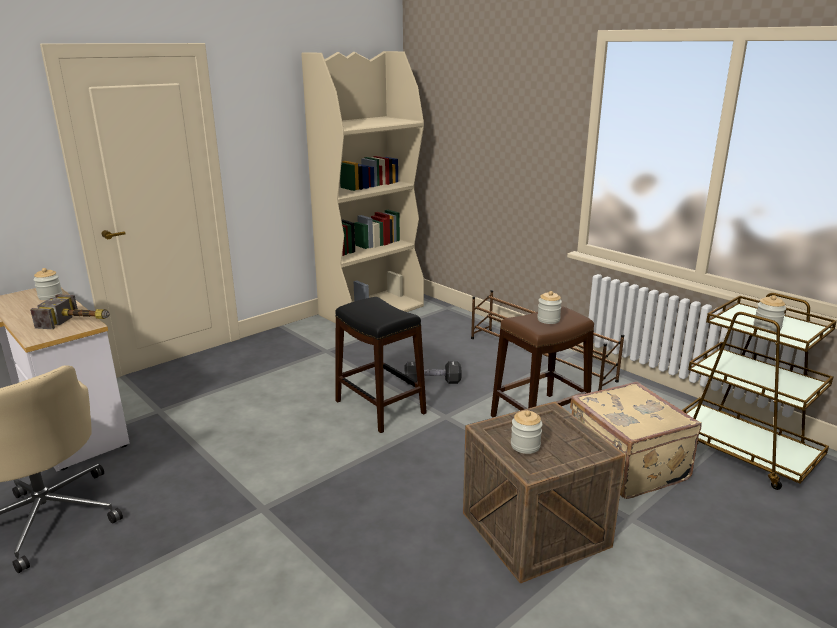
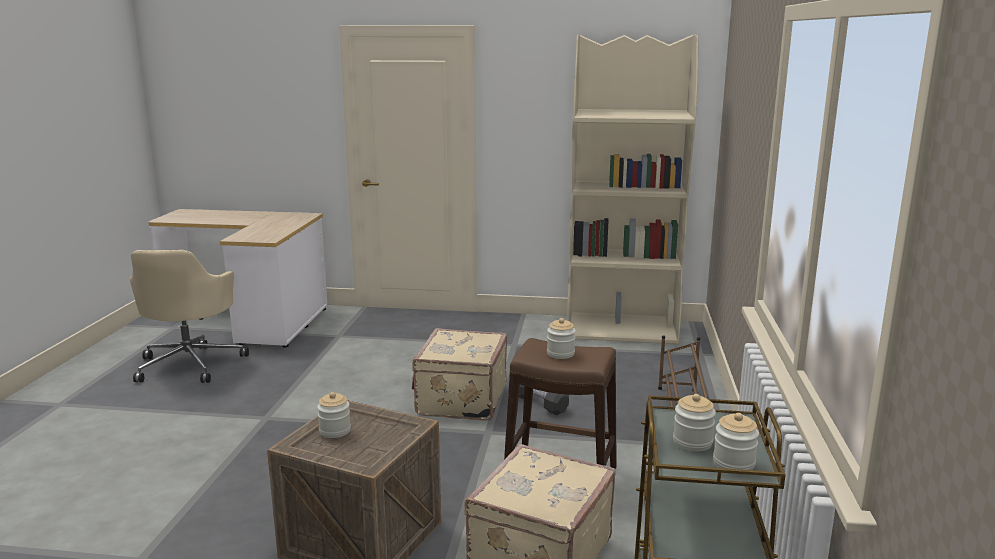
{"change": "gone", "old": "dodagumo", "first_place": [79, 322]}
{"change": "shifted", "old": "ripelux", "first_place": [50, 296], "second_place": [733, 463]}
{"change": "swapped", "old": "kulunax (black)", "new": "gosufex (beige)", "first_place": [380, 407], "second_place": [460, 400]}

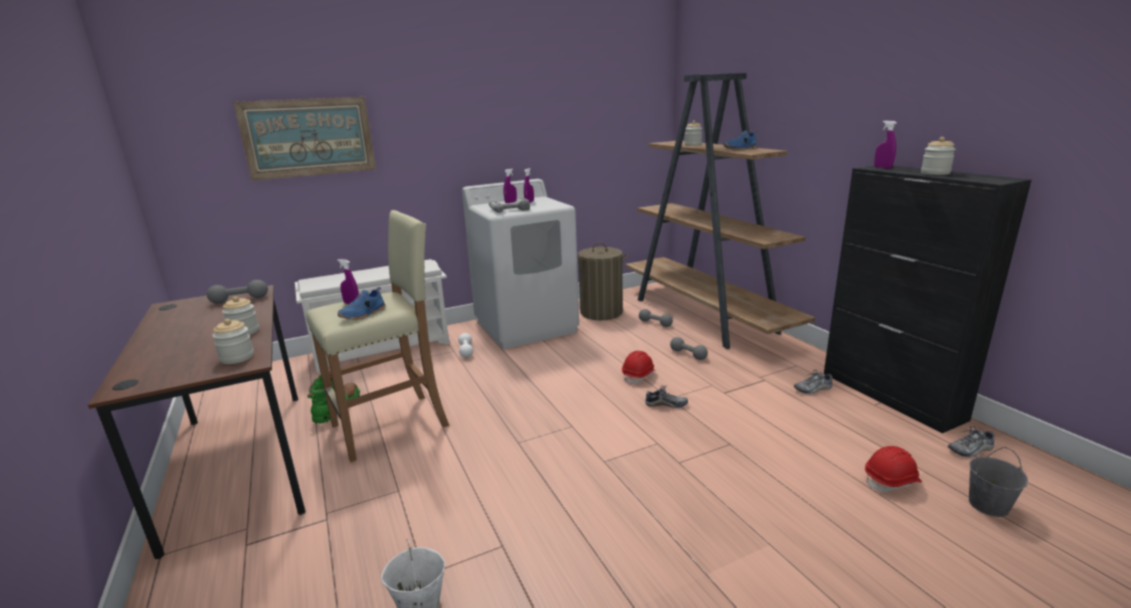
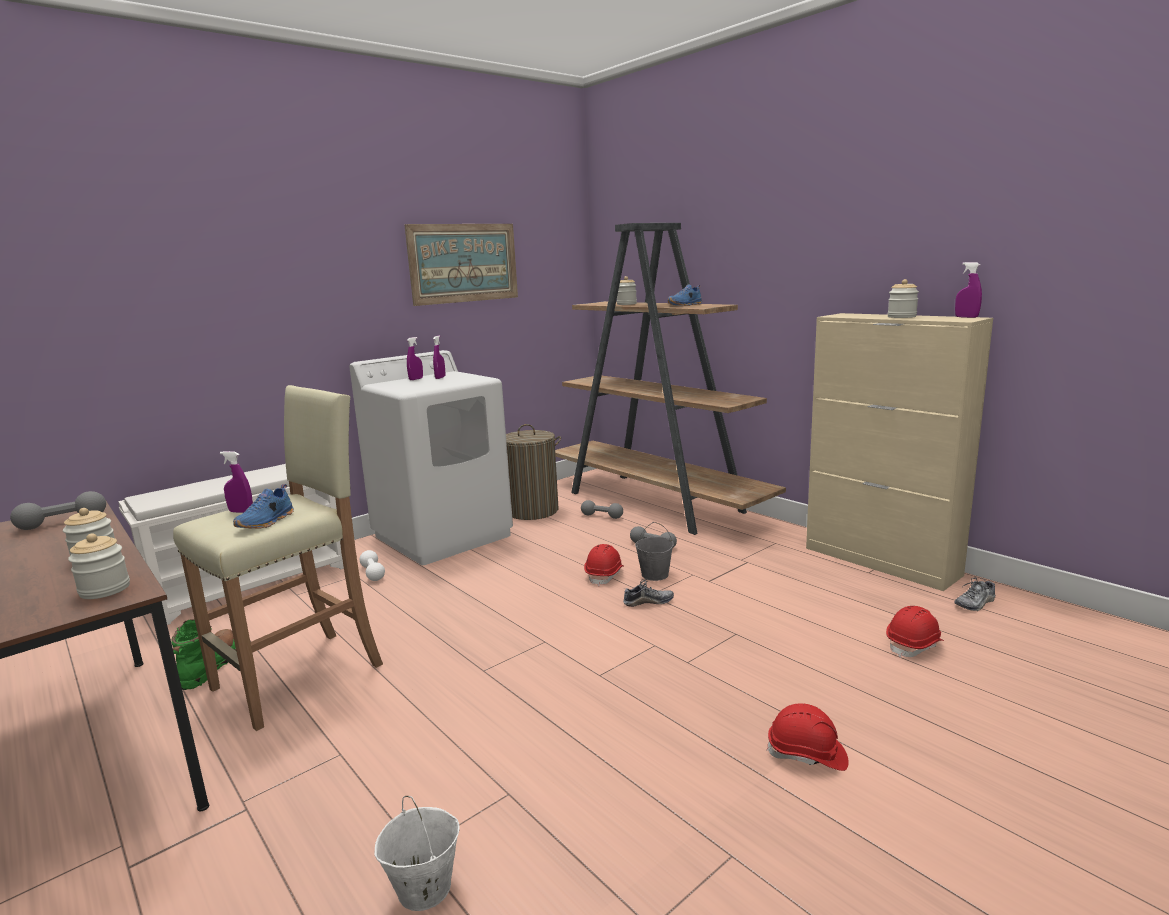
{"change": "shifted", "old": "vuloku", "first_place": [309, 137], "second_place": [464, 263]}
{"change": "gone", "old": "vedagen", "first_place": [508, 209]}
{"change": "gone", "old": "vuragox", "first_place": [813, 389]}
{"change": "repainted", "old": "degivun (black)", "new": "degivun (beige)", "first_place": [891, 396], "second_place": [881, 561]}
{"change": "shifted", "old": "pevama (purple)", "first_place": [882, 168], "second_place": [966, 317]}
{"change": "shifted", "old": "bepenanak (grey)", "first_place": [987, 505], "second_place": [654, 574]}
{"change": "new", "new": "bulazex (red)", "second_place": [807, 755]}

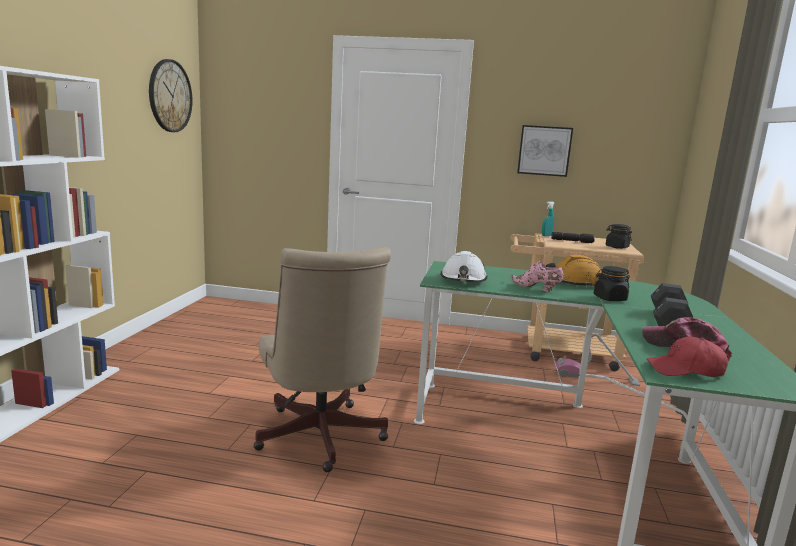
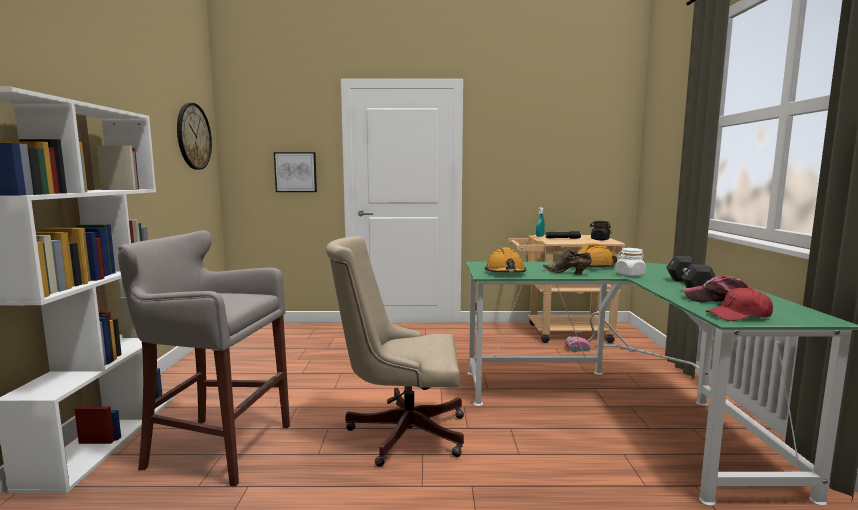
{"change": "rotated", "old": "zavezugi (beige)", "first_place": [320, 440], "second_place": [400, 432], "degrees": 120}
{"change": "repainted", "old": "bulazex (white)", "new": "bulazex (orange)", "first_place": [463, 280], "second_place": [505, 272]}
{"change": "repainted", "old": "vuragox (pink)", "new": "vuragox (brown)", "first_place": [536, 288], "second_place": [568, 273]}
{"change": "shifted", "old": "vuloku", "first_place": [544, 150], "second_place": [296, 172]}
{"change": "repainted", "old": "ripelux (black)", "new": "ripelux (white)", "first_place": [609, 298], "second_place": [629, 274]}
{"change": "new", "new": "kulunax (grey)", "second_place": [215, 447]}

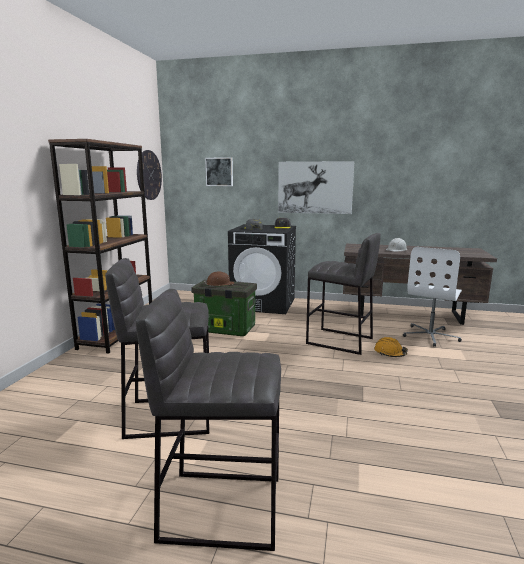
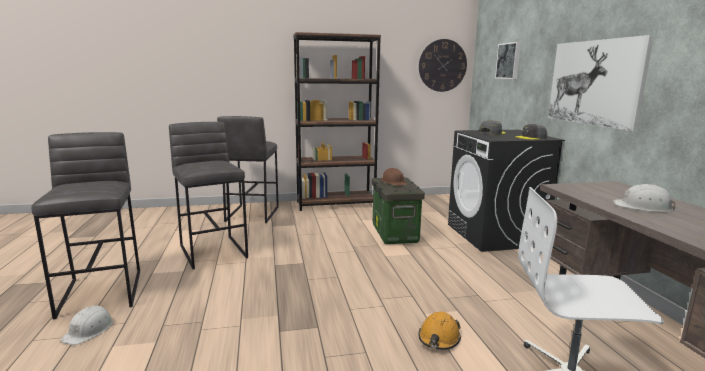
{"change": "shifted", "old": "kulunax (grey)", "first_place": [340, 341], "second_place": [252, 214]}
{"change": "new", "new": "bulazex (white)", "second_place": [89, 330]}

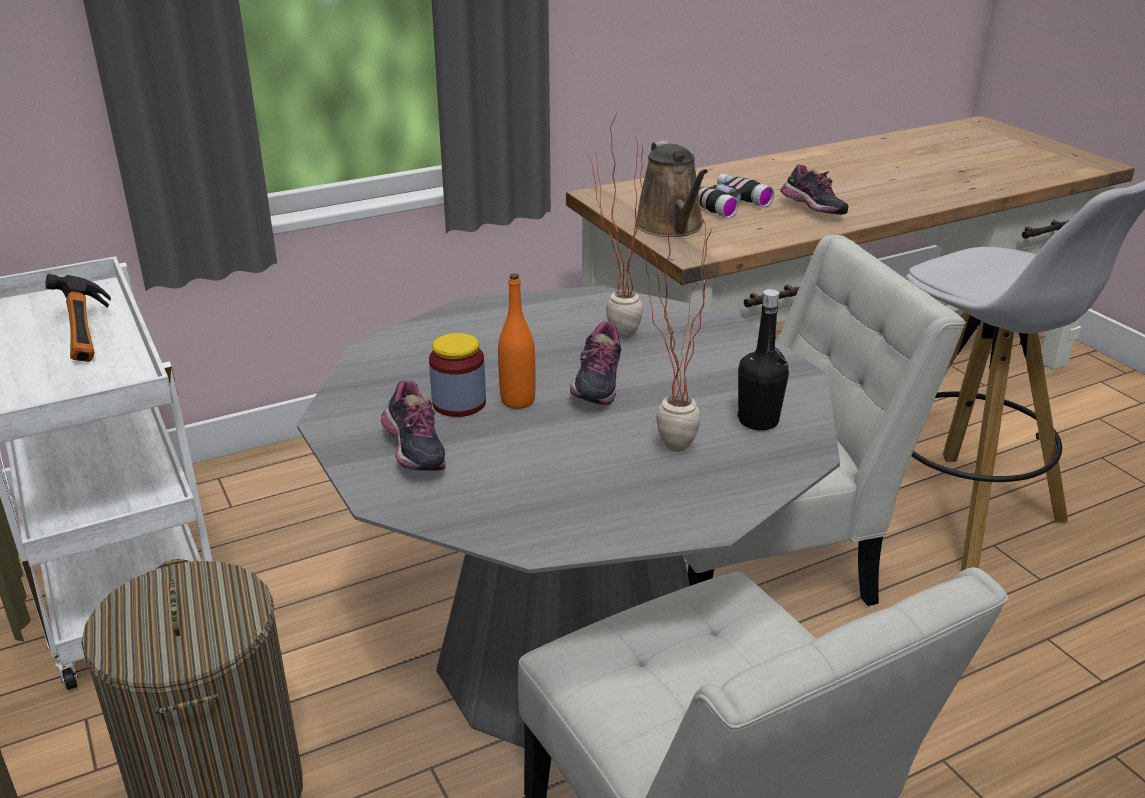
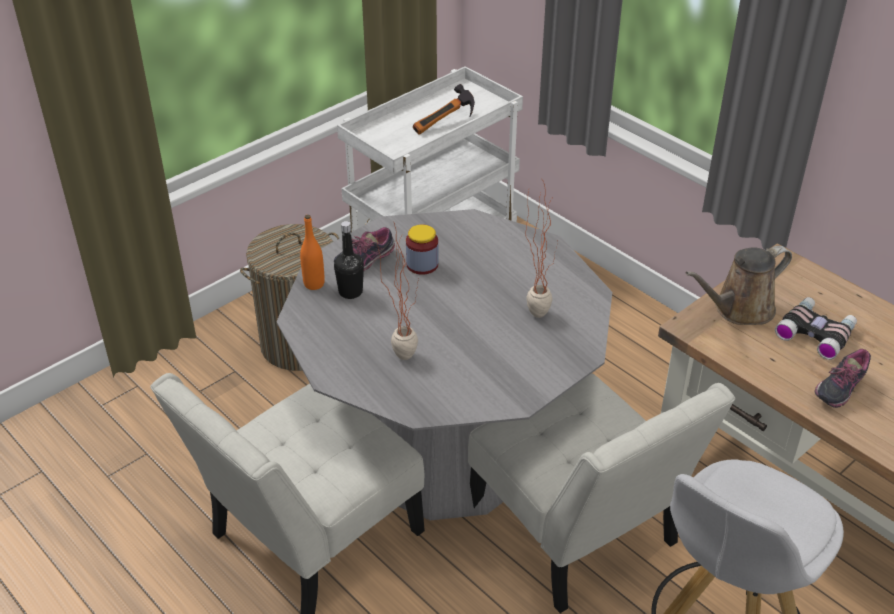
{"change": "shifted", "old": "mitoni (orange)", "first_place": [517, 401], "second_place": [314, 284]}
{"change": "gone", "old": "vuragox", "first_place": [594, 387]}
{"change": "shifted", "old": "mitoni (black)", "first_place": [758, 421], "second_place": [350, 292]}

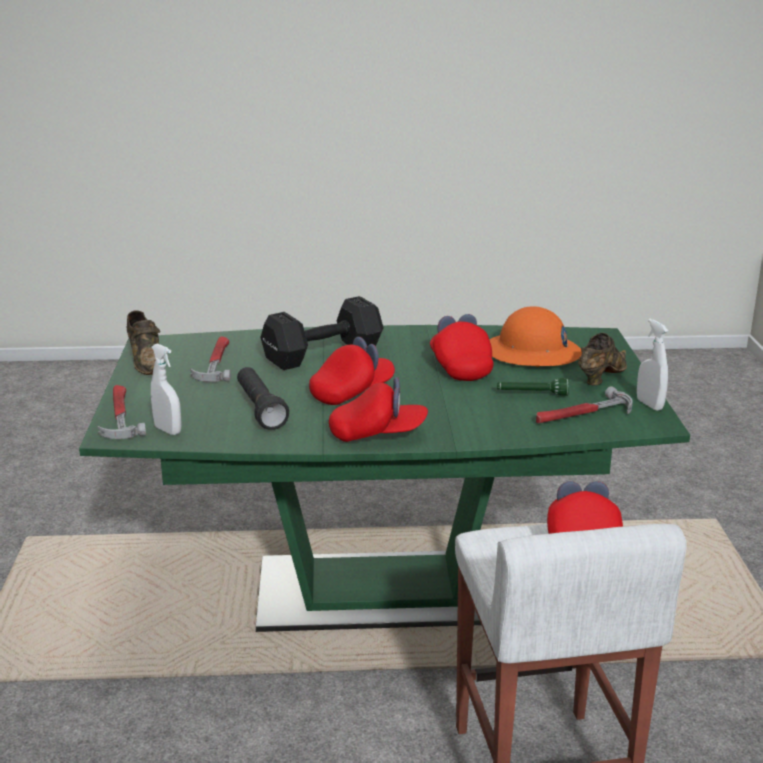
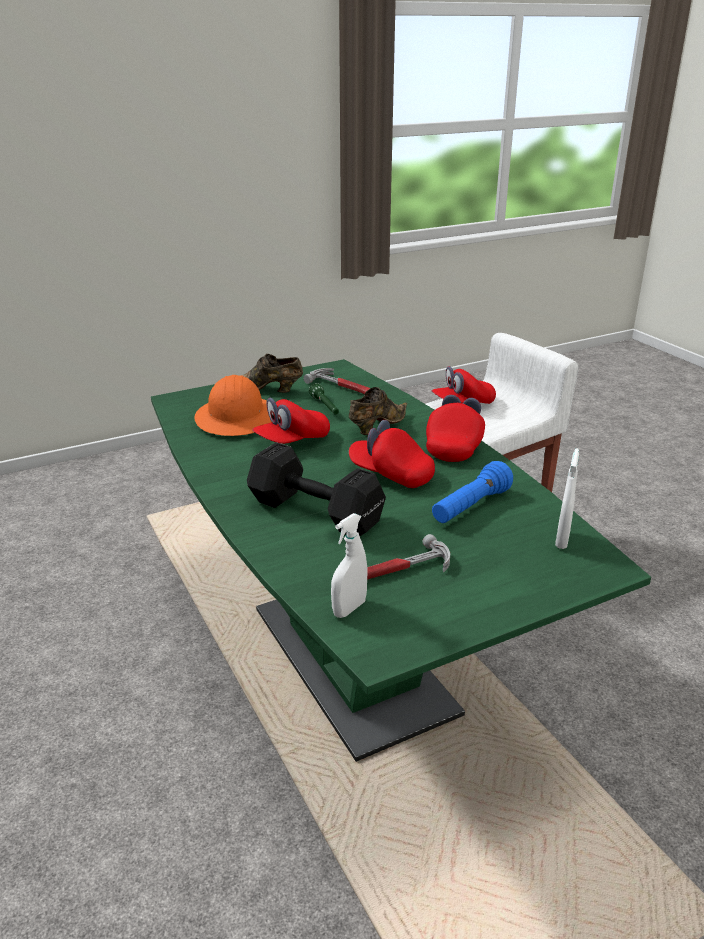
{"change": "gone", "old": "dodagumo", "first_place": [119, 416]}
{"change": "shifted", "old": "vuragox (brown)", "first_place": [146, 361], "second_place": [376, 426]}
{"change": "repainted", "old": "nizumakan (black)", "new": "nizumakan (blue)", "first_place": [260, 409], "second_place": [470, 507]}
{"change": "rotated", "old": "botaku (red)", "first_place": [378, 434], "second_place": [454, 446], "degrees": 45}
{"change": "shifted", "old": "pevama (white)", "first_place": [649, 404], "second_place": [349, 608]}

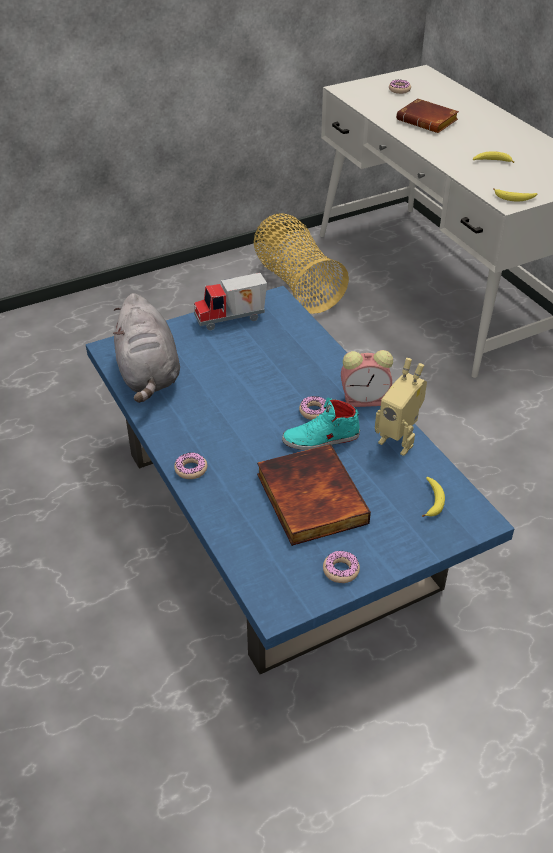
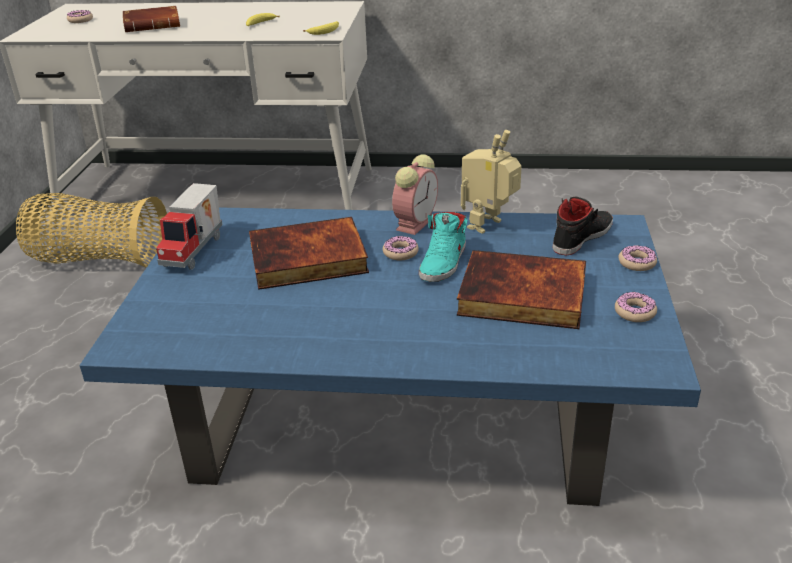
{"change": "gone", "old": "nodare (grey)", "first_place": [148, 375]}
{"change": "shifted", "old": "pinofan", "first_place": [191, 469], "second_place": [637, 263]}
{"change": "rotated", "old": "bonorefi", "first_place": [398, 441], "second_place": [489, 226], "degrees": 150}
{"change": "swapped", "old": "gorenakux", "new": "vuragox (black)", "first_place": [432, 501], "second_place": [581, 237]}
{"change": "new", "new": "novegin", "second_place": [307, 260]}

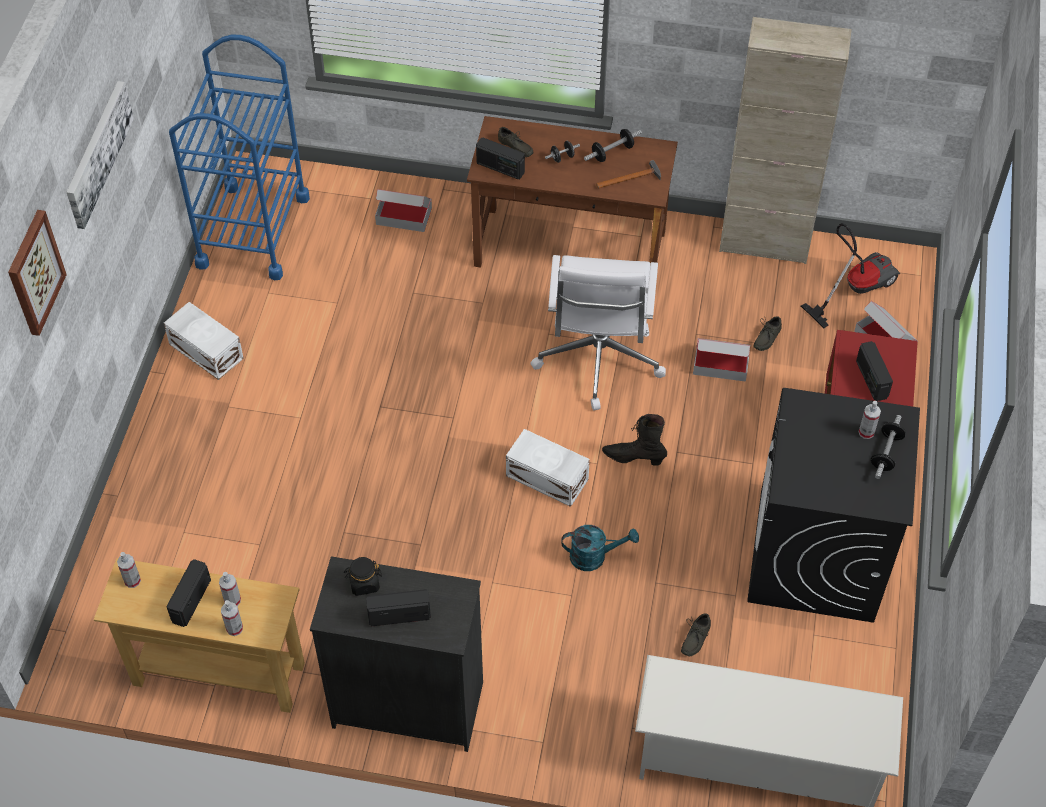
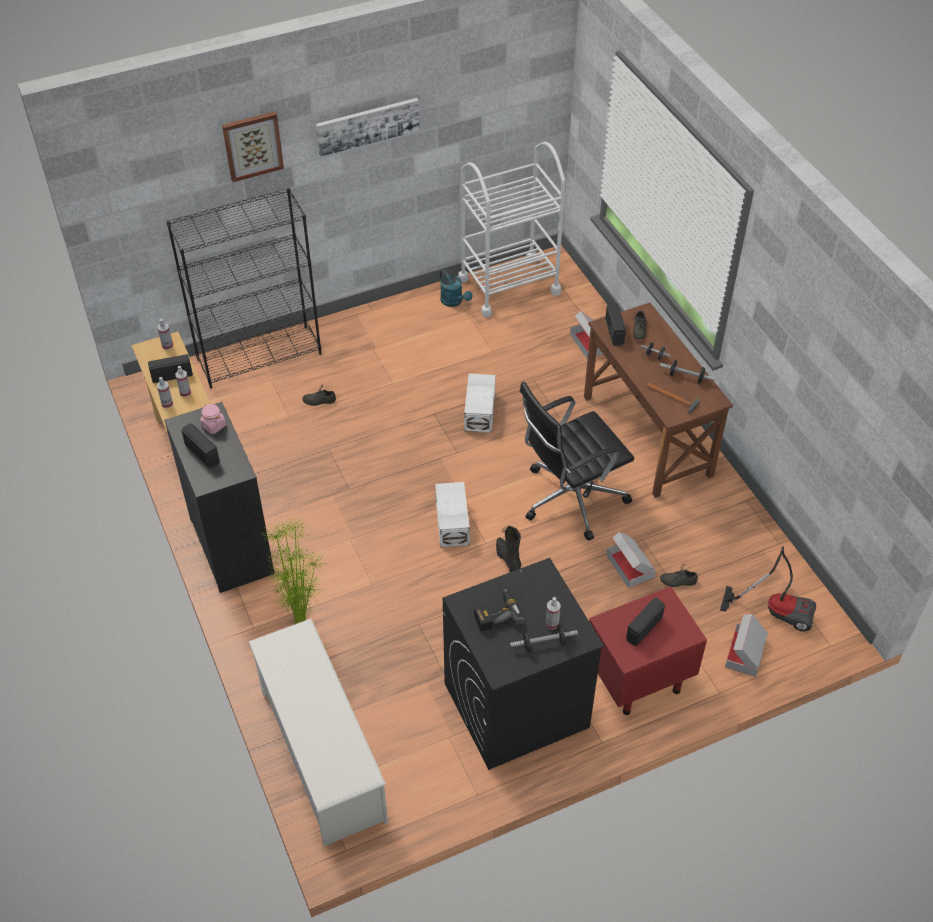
{"change": "shifted", "old": "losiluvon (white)", "first_place": [206, 350], "second_place": [480, 411]}
{"change": "repainted", "old": "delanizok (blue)", "new": "delanizok (white)", "first_place": [253, 231], "second_place": [509, 286]}
{"change": "repainted", "old": "ripelux (black)", "new": "ripelux (pink)", "first_place": [364, 583], "second_place": [213, 426]}
{"change": "repainted", "old": "zavezugi (white)", "new": "zavezugi (black)", "first_place": [598, 359], "second_place": [570, 499]}
{"change": "shifted", "old": "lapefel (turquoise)", "first_place": [594, 556], "second_place": [454, 302]}
{"change": "shifted", "old": "vuragox (grey)", "first_place": [694, 638], "second_place": [319, 400]}
{"change": "gone", "old": "degivun (beige)", "first_place": [764, 243]}
{"change": "new", "new": "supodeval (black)", "second_place": [260, 356]}
{"change": "new", "new": "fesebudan", "second_place": [301, 621]}
{"change": "new", "new": "vedagen", "second_place": [496, 613]}

